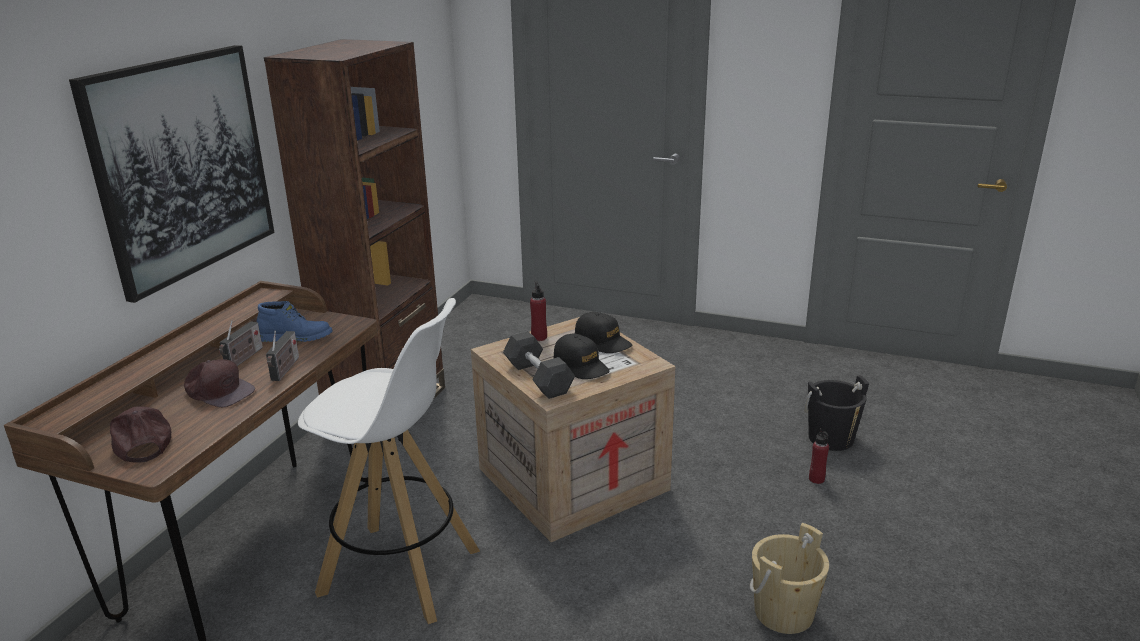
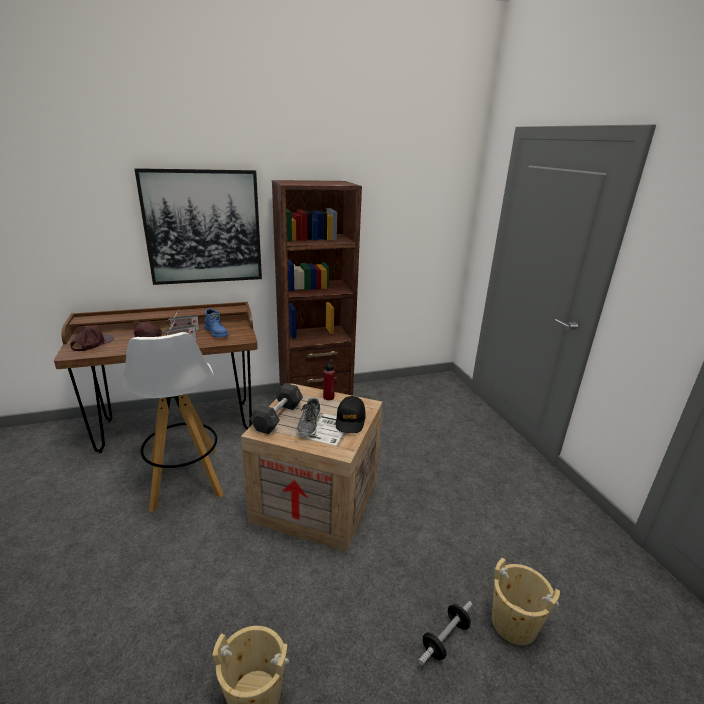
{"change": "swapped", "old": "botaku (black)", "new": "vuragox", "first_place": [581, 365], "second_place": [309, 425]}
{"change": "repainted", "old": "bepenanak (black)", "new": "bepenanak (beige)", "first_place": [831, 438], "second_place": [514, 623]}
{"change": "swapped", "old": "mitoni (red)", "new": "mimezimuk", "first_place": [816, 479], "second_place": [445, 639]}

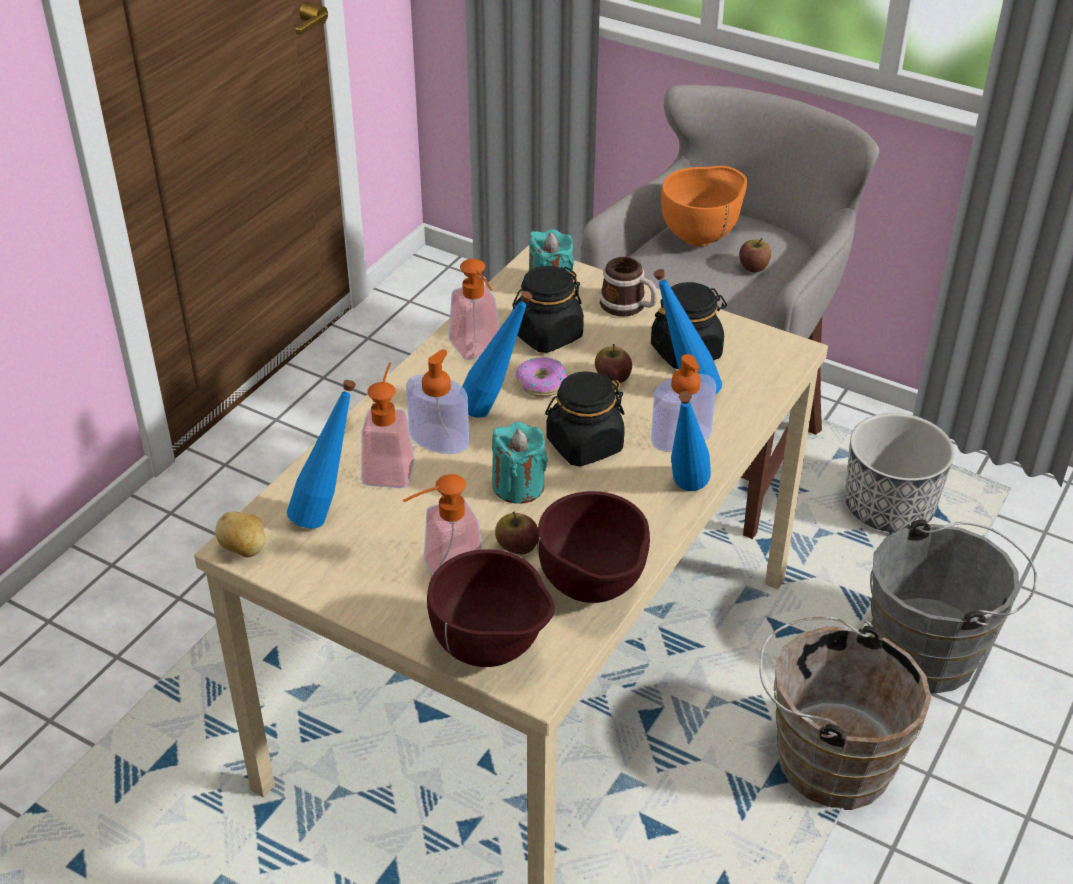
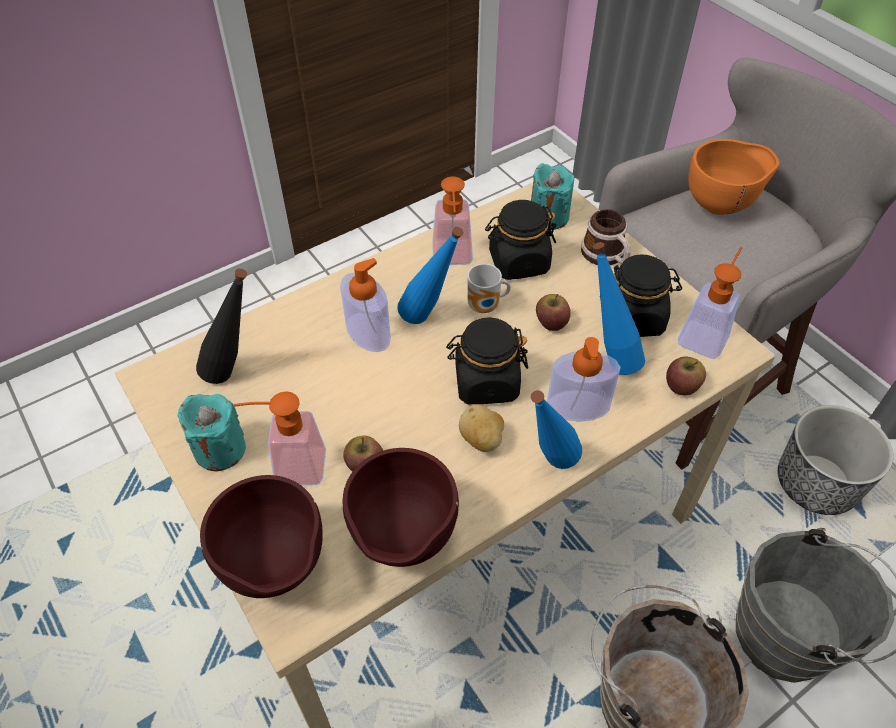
{"change": "shifted", "old": "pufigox", "first_place": [244, 549], "second_place": [482, 440]}
{"change": "repainted", "old": "mitoni (blue)", "new": "mitoni (black)", "first_place": [328, 514], "second_place": [236, 373]}
{"change": "shifted", "old": "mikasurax", "first_place": [390, 466], "second_place": [705, 334]}
{"change": "shifted", "old": "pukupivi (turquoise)", "first_place": [518, 486], "second_place": [220, 449]}
{"change": "swapped", "old": "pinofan", "new": "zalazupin", "first_place": [541, 383], "second_place": [485, 307]}
{"change": "shifted", "old": "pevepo", "first_place": [753, 267], "second_place": [682, 386]}

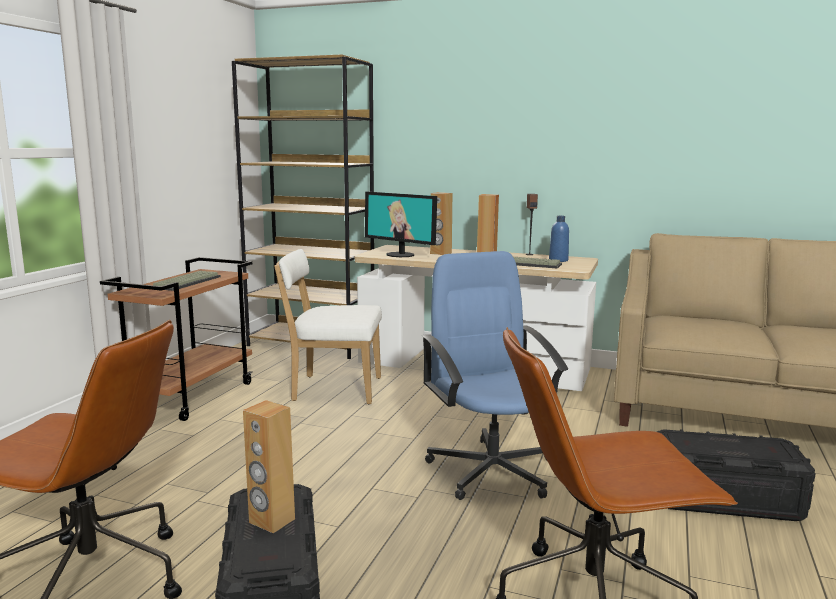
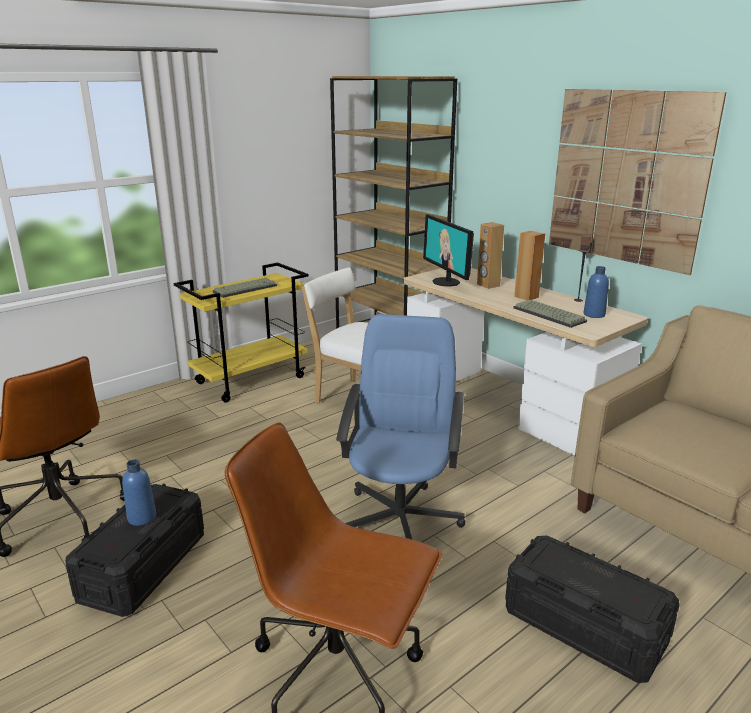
{"change": "repainted", "old": "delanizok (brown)", "new": "delanizok (yellow)", "first_place": [191, 396], "second_place": [251, 380]}
{"change": "swapped", "old": "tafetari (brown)", "new": "mitoni (blue)", "first_place": [271, 521], "second_place": [142, 517]}
{"change": "new", "new": "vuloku", "second_place": [626, 178]}

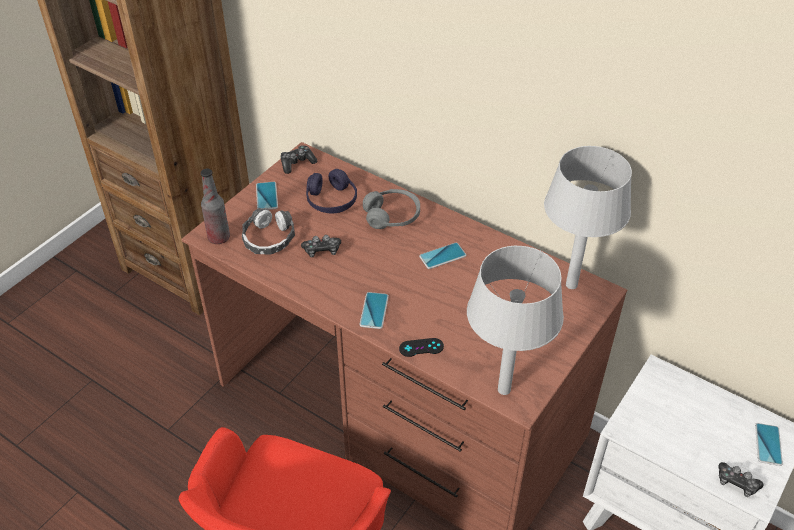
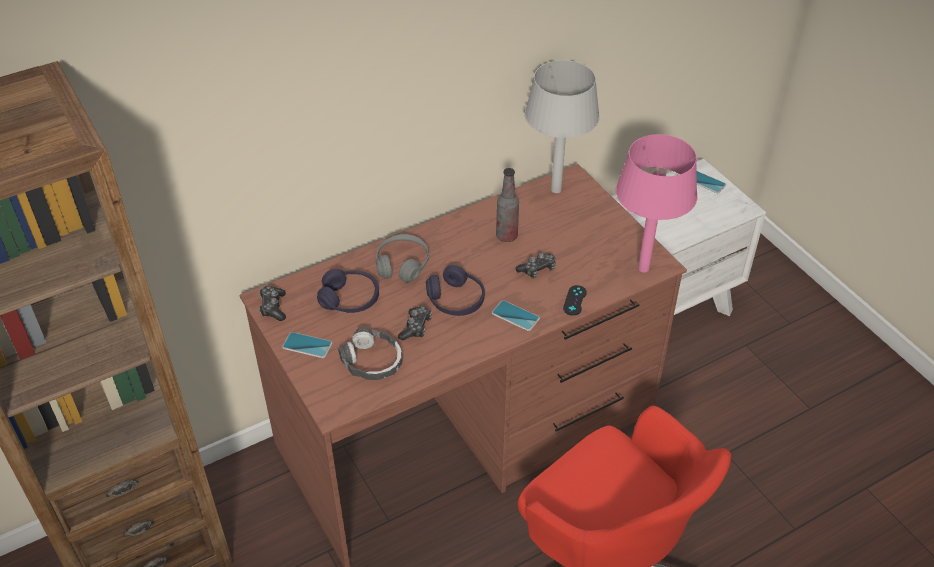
{"change": "shifted", "old": "mitoni", "first_place": [219, 238], "second_place": [506, 236]}
{"change": "gone", "old": "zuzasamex", "first_place": [442, 256]}
{"change": "repainted", "old": "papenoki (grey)", "new": "papenoki (pink)", "first_place": [505, 390], "second_place": [644, 268]}
{"change": "shifted", "old": "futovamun", "first_place": [736, 483], "second_place": [537, 269]}
{"change": "new", "new": "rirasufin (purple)", "second_place": [455, 300]}

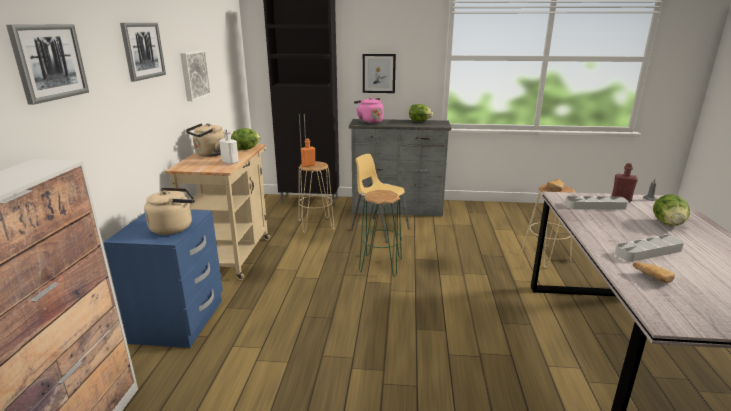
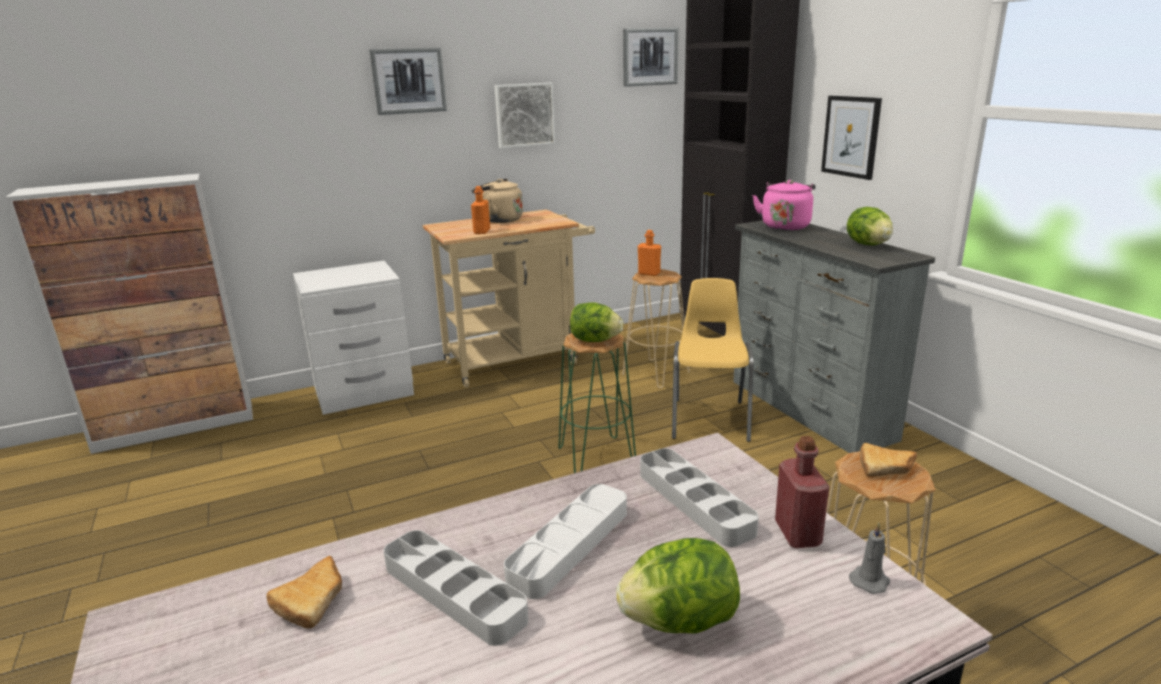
{"change": "shifted", "old": "vuloku", "first_place": [49, 62], "second_place": [649, 57]}
{"change": "repainted", "old": "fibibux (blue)", "new": "fibibux (white)", "first_place": [180, 321], "second_place": [364, 392]}
{"change": "gone", "old": "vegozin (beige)", "first_place": [174, 227]}
{"change": "repainted", "old": "mitoni (white)", "new": "mitoni (orange)", "first_place": [230, 162], "second_place": [482, 232]}
{"change": "shifted", "old": "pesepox", "first_place": [246, 149], "second_place": [595, 340]}
{"change": "new", "new": "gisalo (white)", "second_place": [570, 545]}

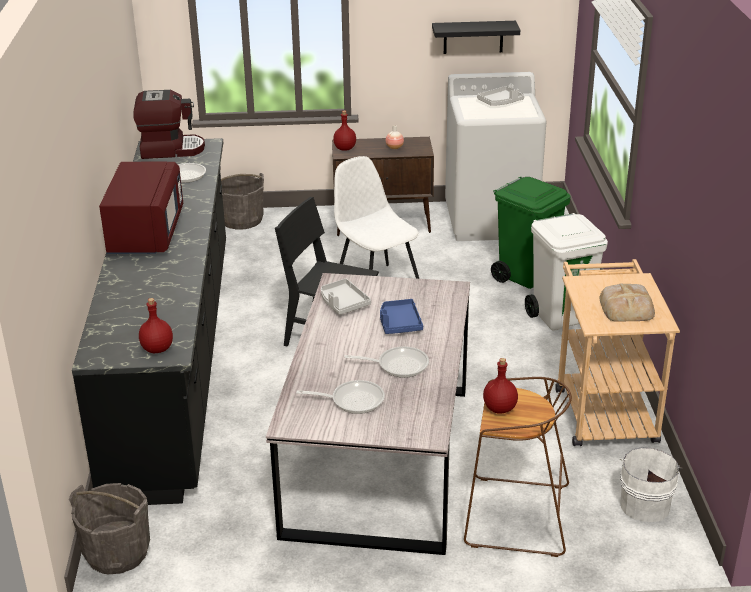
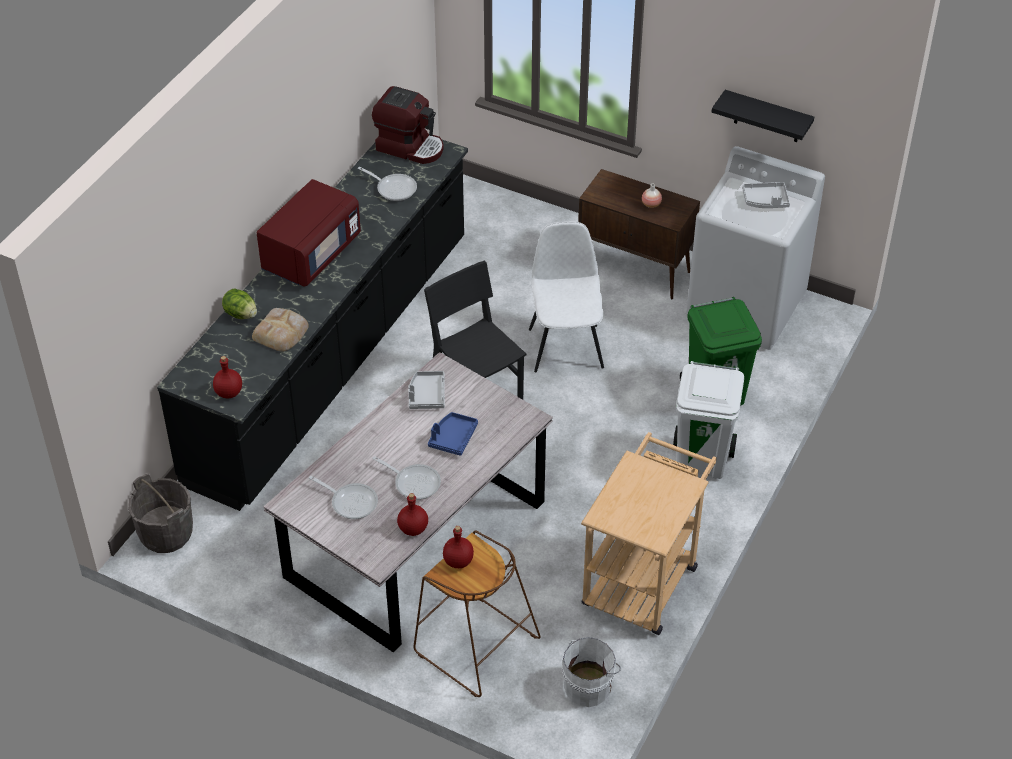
{"change": "gone", "old": "bepenanak (grey)", "first_place": [242, 220]}
{"change": "shifted", "old": "mitoni (red)", "first_place": [345, 148], "second_place": [413, 529]}
{"change": "shifted", "old": "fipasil", "first_place": [627, 307], "second_place": [281, 332]}
{"change": "new", "new": "pesepox", "second_place": [241, 314]}

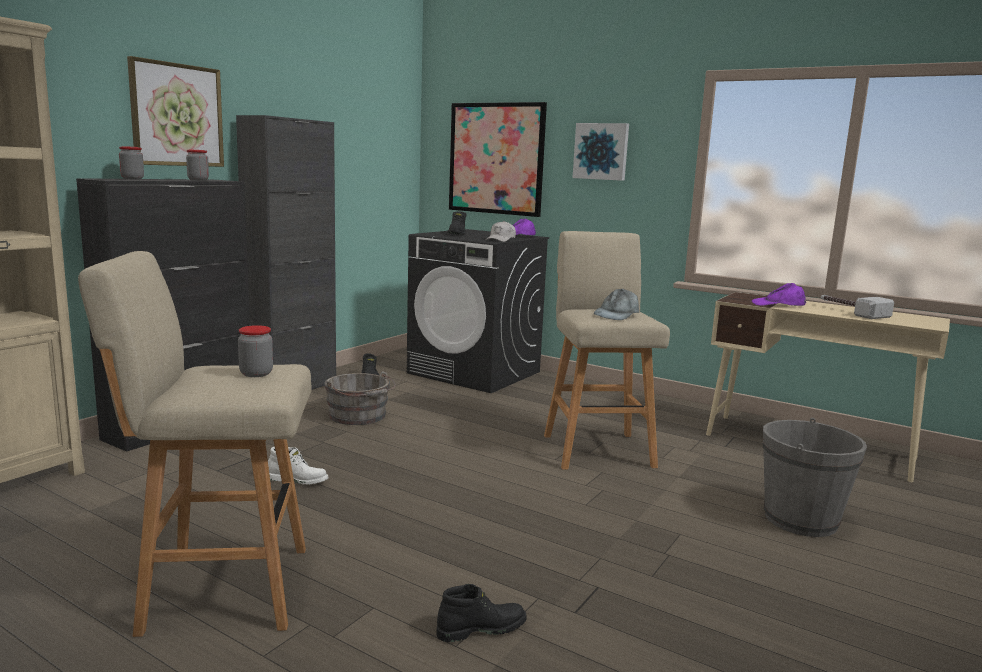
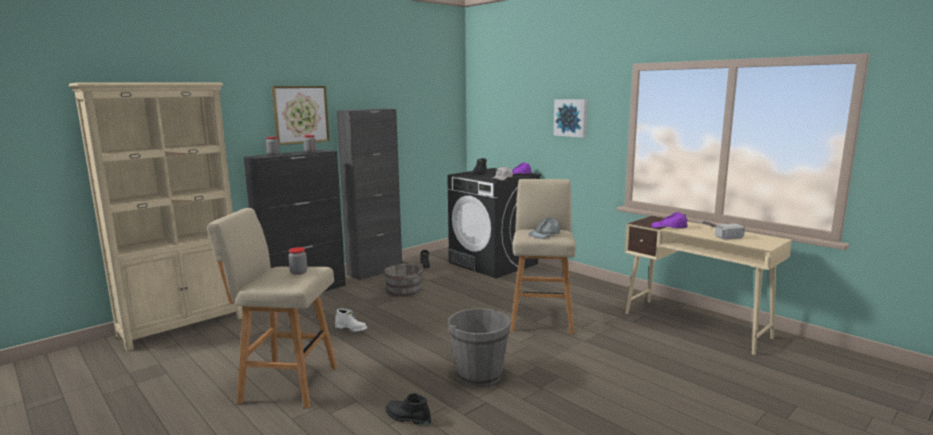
{"change": "rotated", "old": "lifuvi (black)", "first_place": [481, 628], "second_place": [407, 417], "degrees": -150}
{"change": "gone", "old": "vuloku", "first_place": [496, 158]}
{"change": "shifted", "old": "bepenanak (grey)", "first_place": [800, 520], "second_place": [479, 374]}

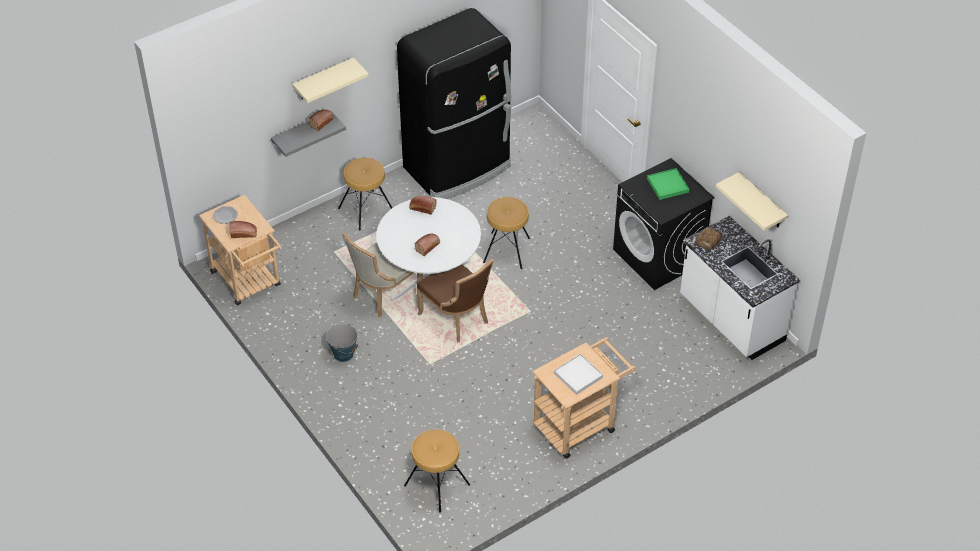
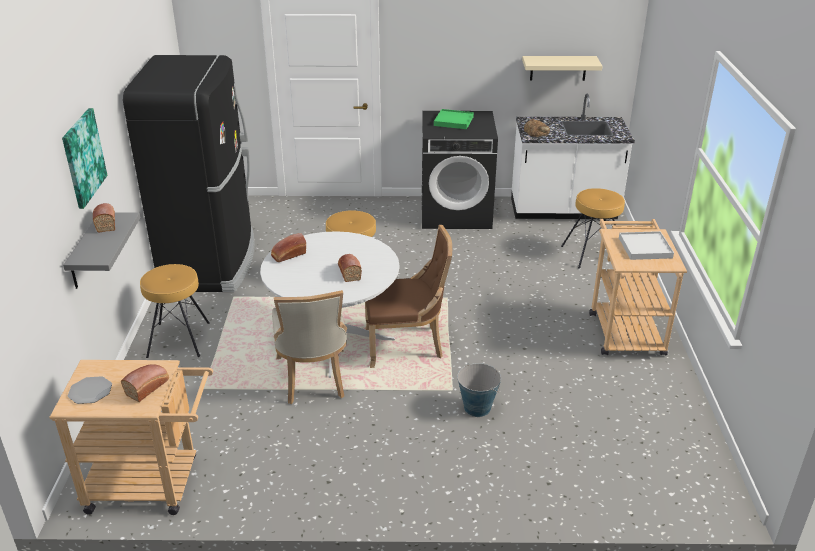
{"change": "swapped", "old": "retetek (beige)", "new": "vuloku", "first_place": [323, 79], "second_place": [83, 157]}
{"change": "shifted", "old": "bepenanak", "first_place": [343, 354], "second_place": [477, 407]}
{"change": "shifted", "old": "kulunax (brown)", "first_place": [436, 485], "second_place": [592, 254]}

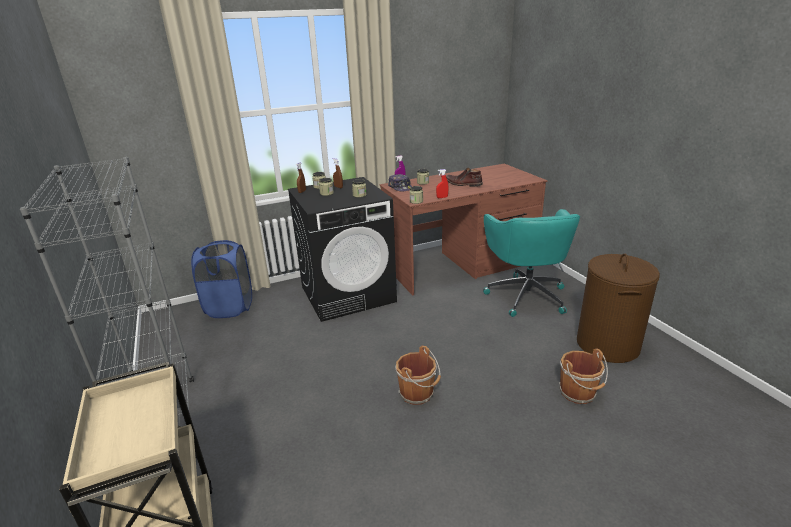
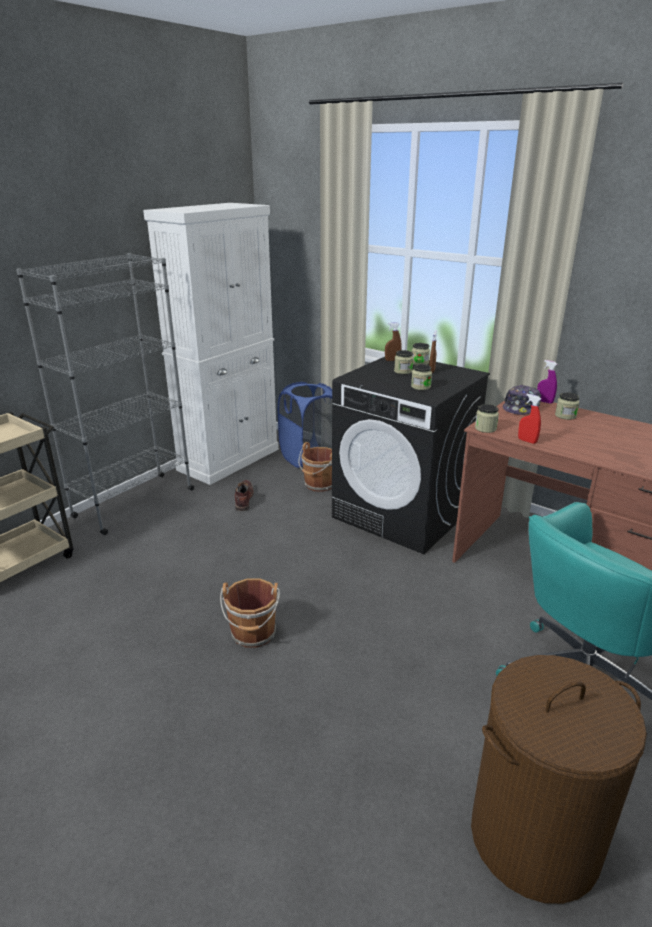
{"change": "shifted", "old": "lifuvi (brown)", "first_place": [463, 184], "second_place": [243, 499]}
{"change": "shifted", "old": "bepenanak (brown)", "first_place": [578, 393], "second_place": [319, 485]}
{"change": "new", "new": "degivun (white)", "second_place": [229, 459]}

